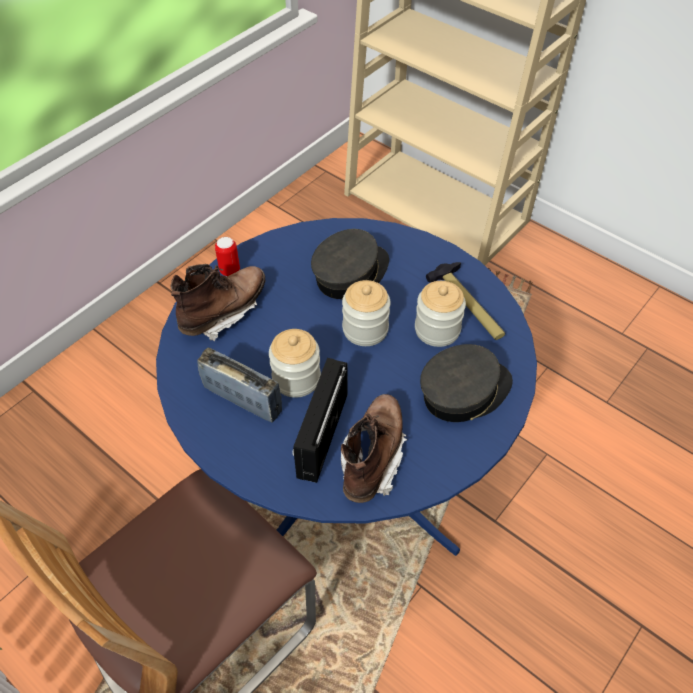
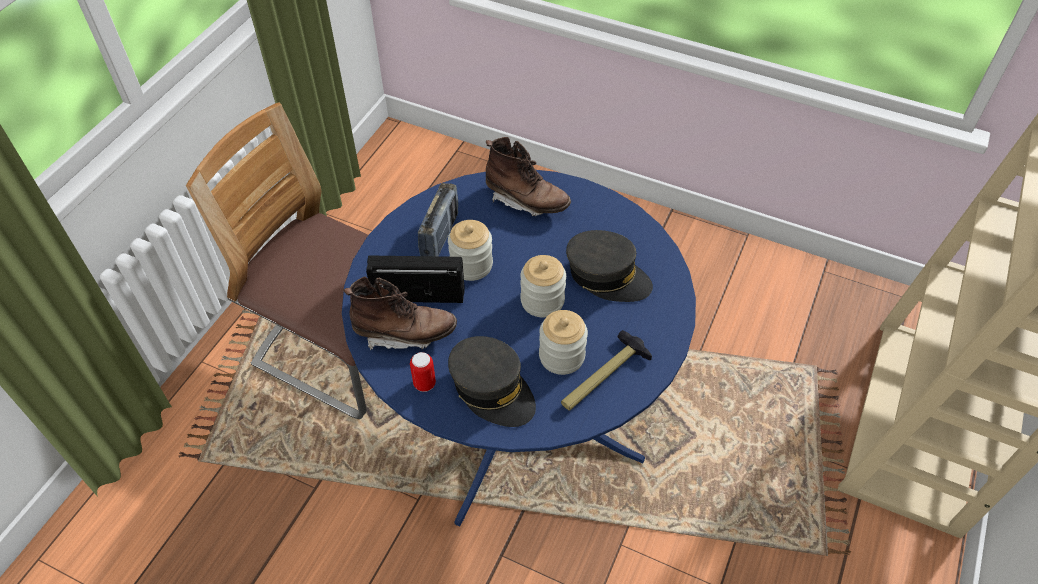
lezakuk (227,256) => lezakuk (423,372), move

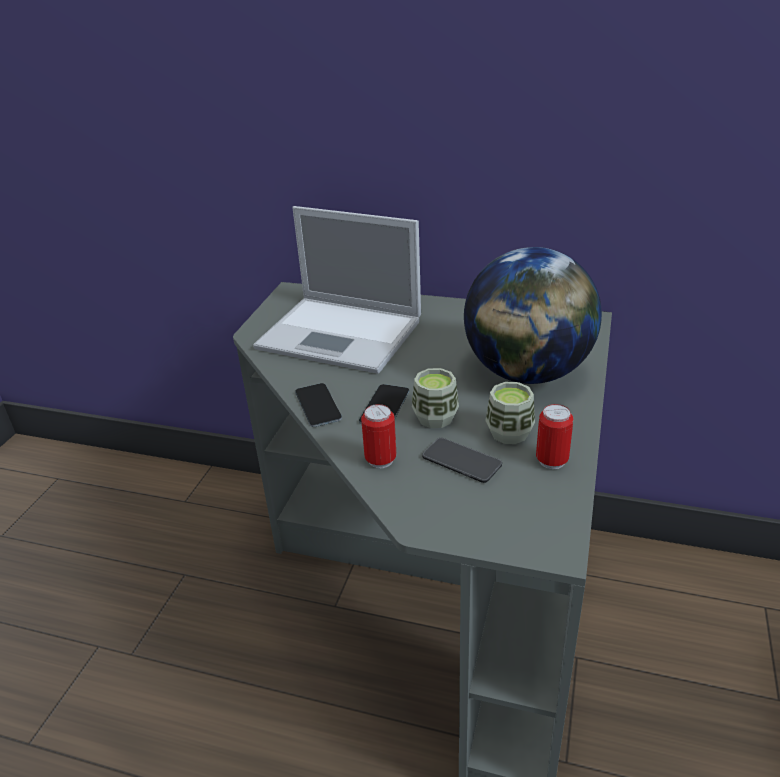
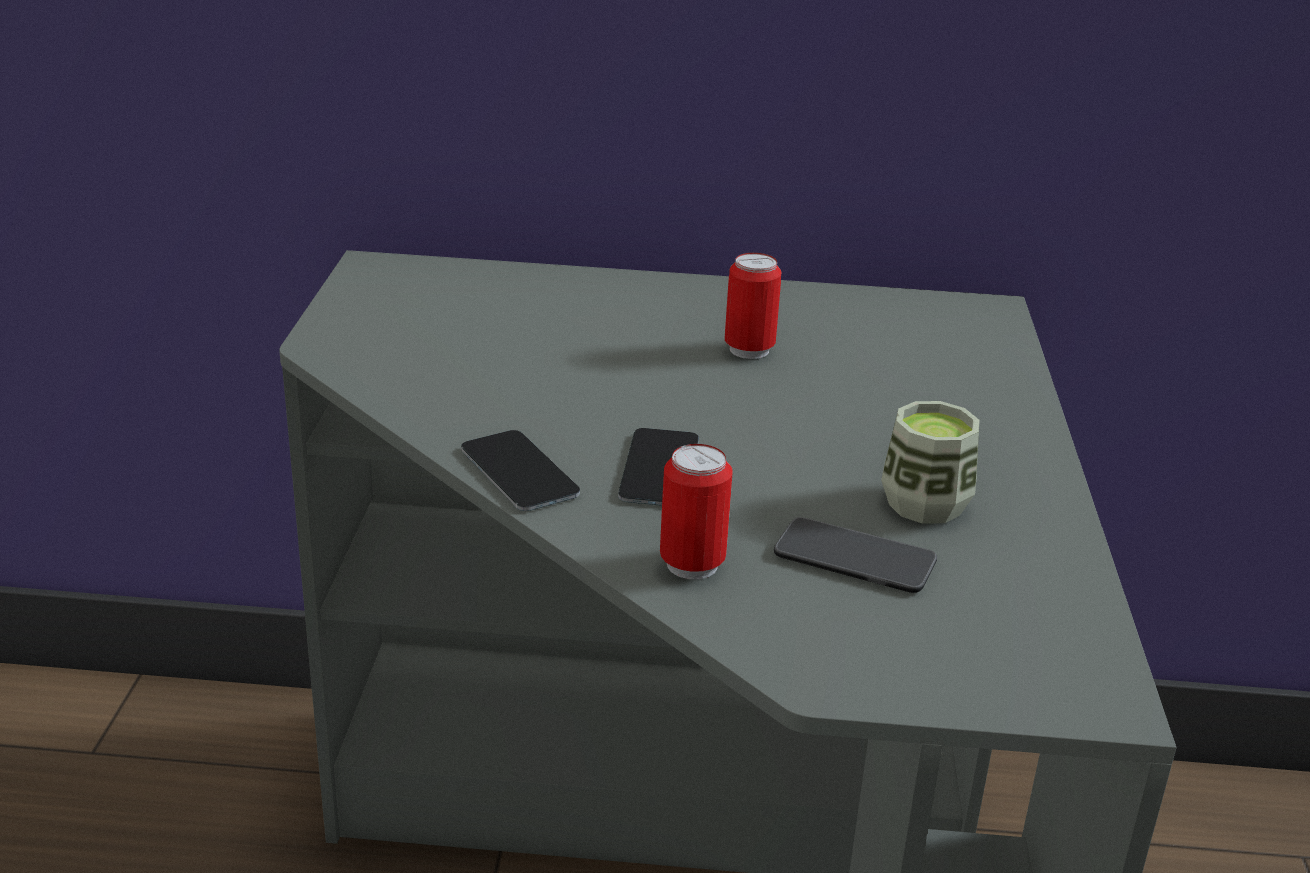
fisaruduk (337,290) => nothing
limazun (435,398) => nothing
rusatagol (533,315) => nothing
lezakuk (554,436) => lezakuk (753,306), move

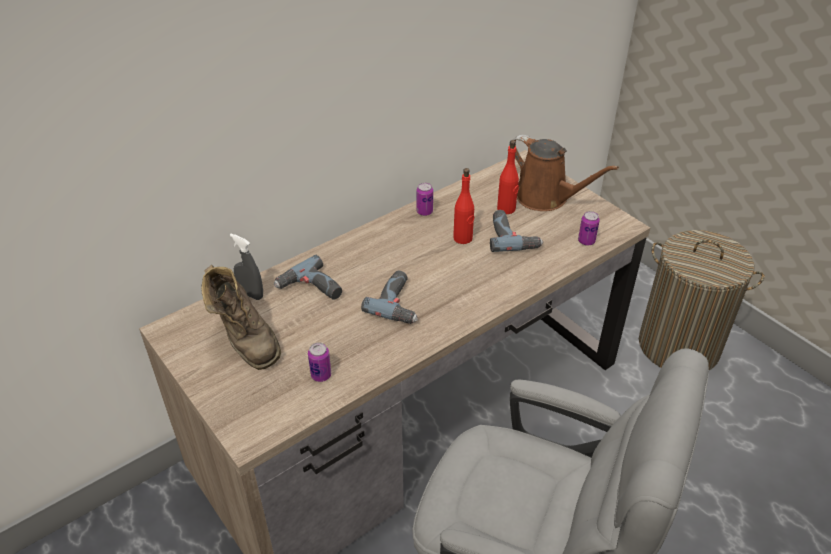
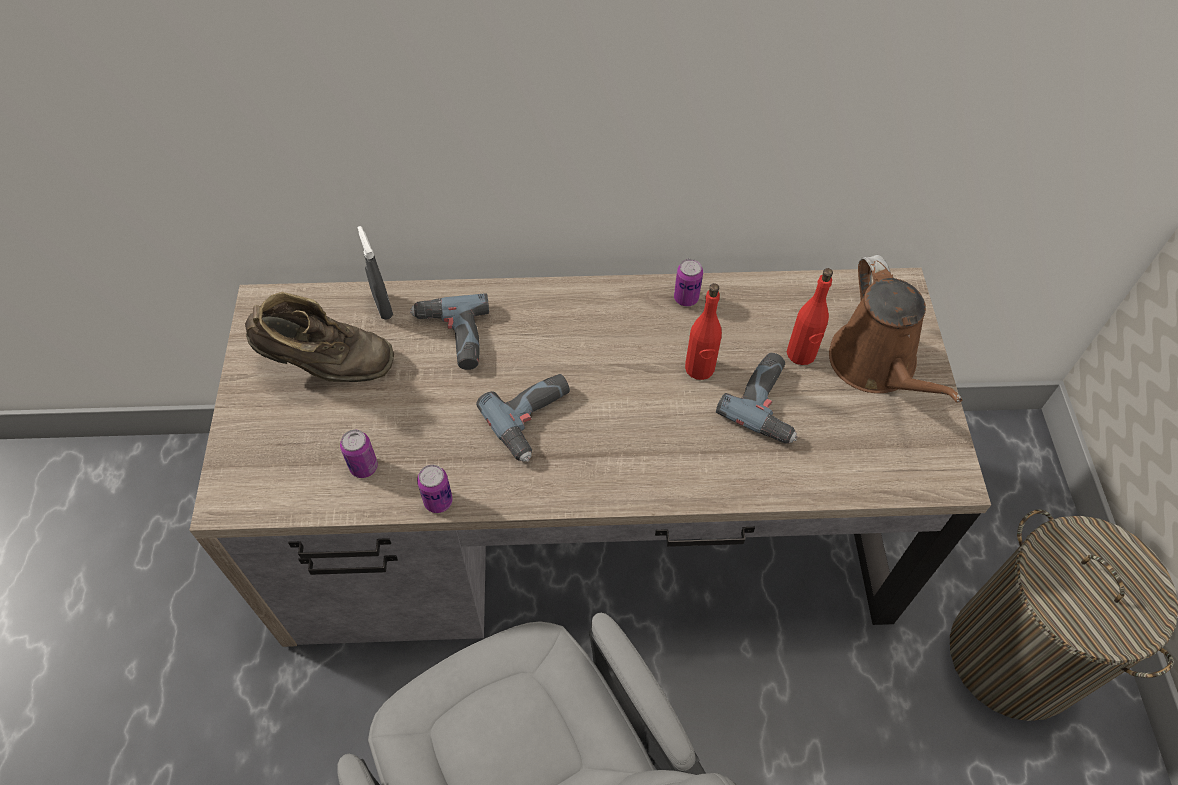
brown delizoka (241,317) => brown delizoka (319,337), 90 degrees counterclockwise
lezakuk (589,228) => lezakuk (435,489), move

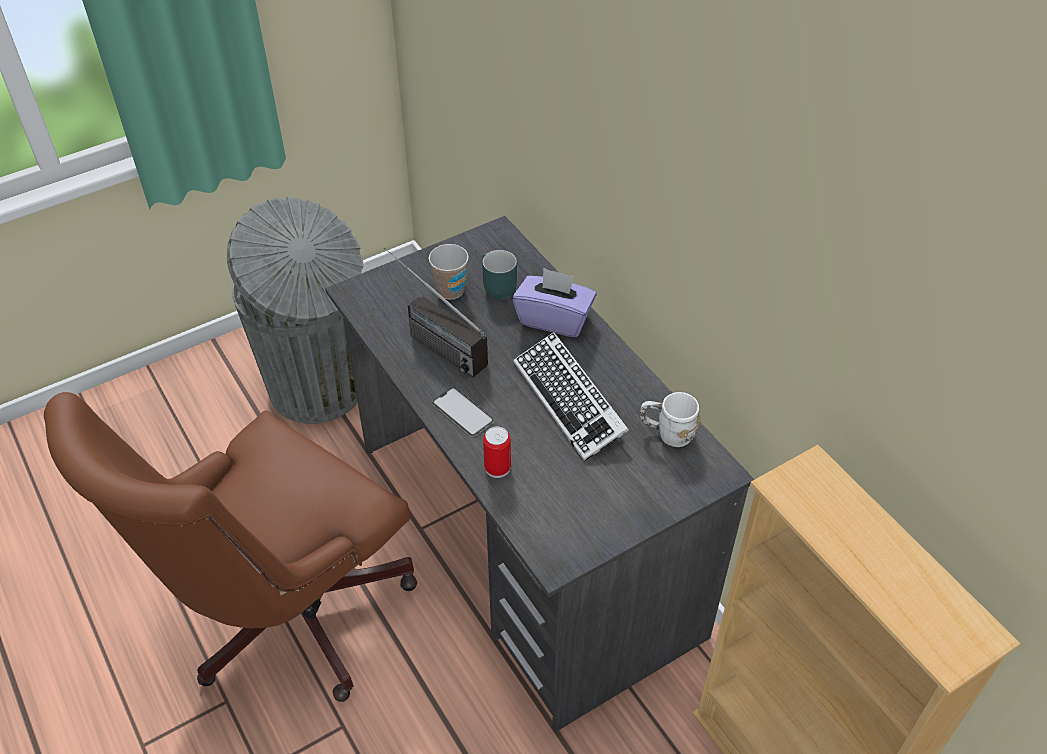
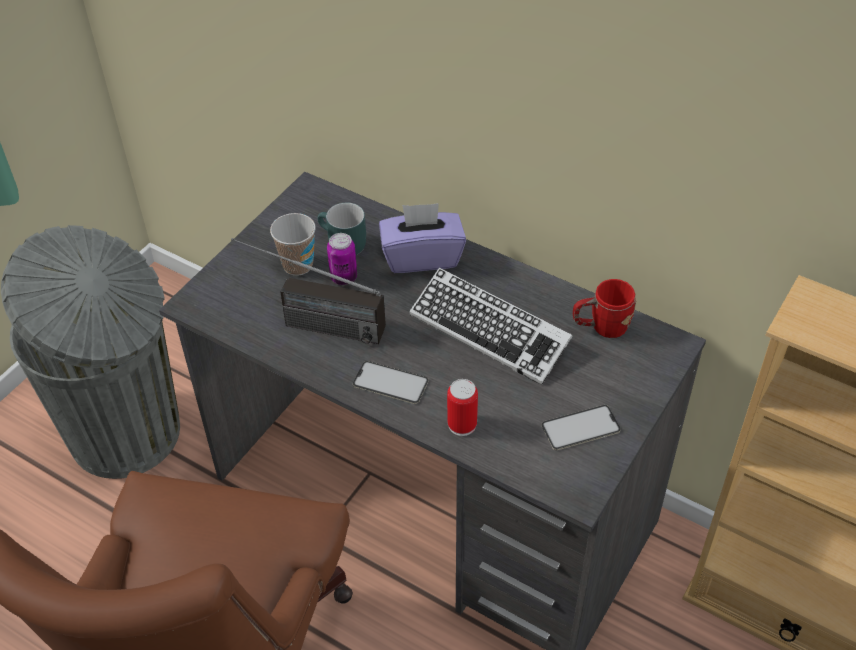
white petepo (670,419) => red petepo (604,308)
nothing => lezakuk (342,259)
nothing => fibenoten (581,427)

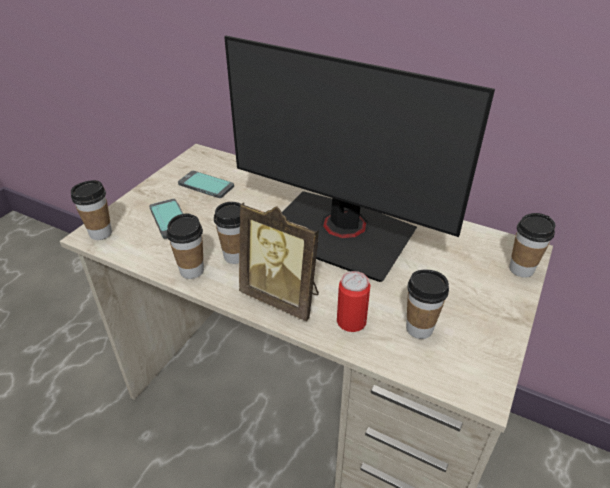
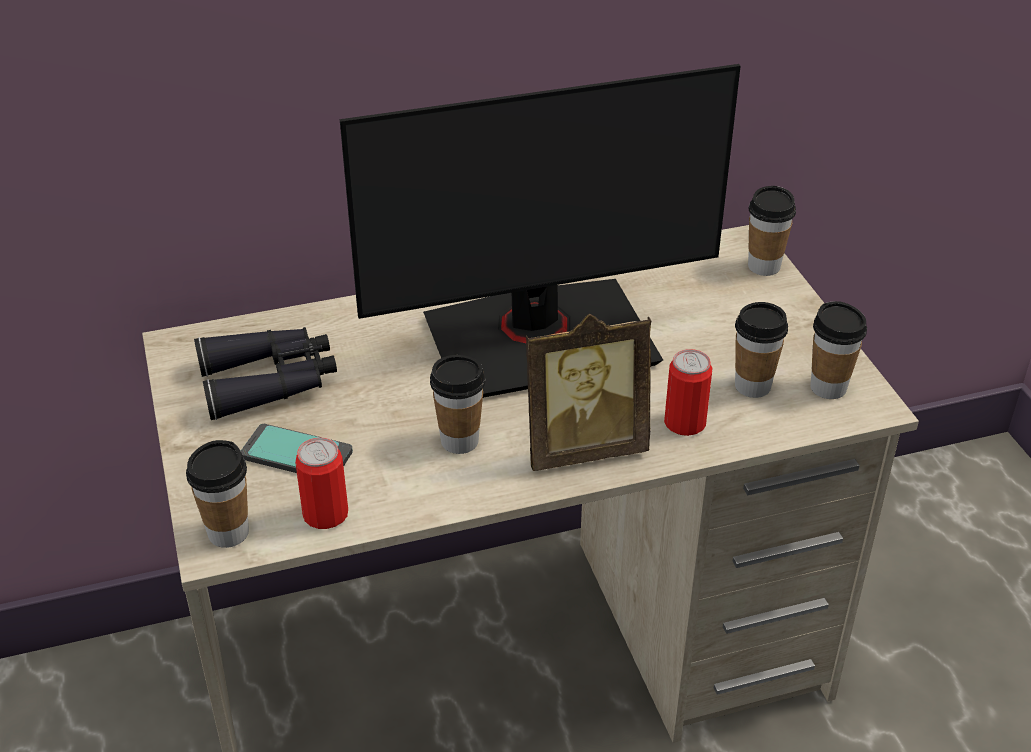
limazun (185,246) => limazun (838,350), move
fibenoten (206,184) => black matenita (265,373)
nothing => lezakuk (321,483)

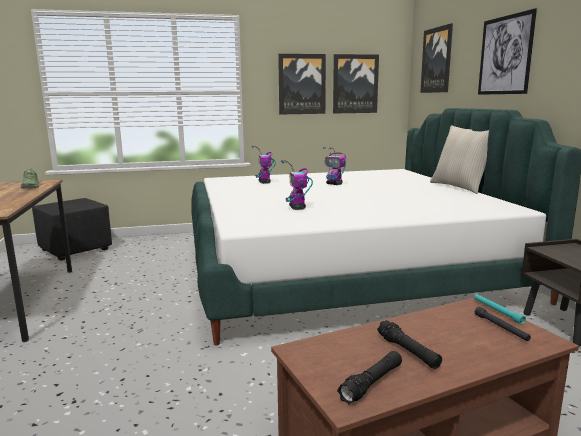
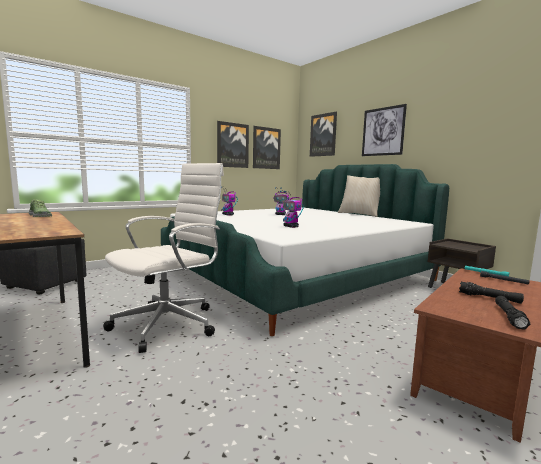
nothing => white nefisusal (163,258)

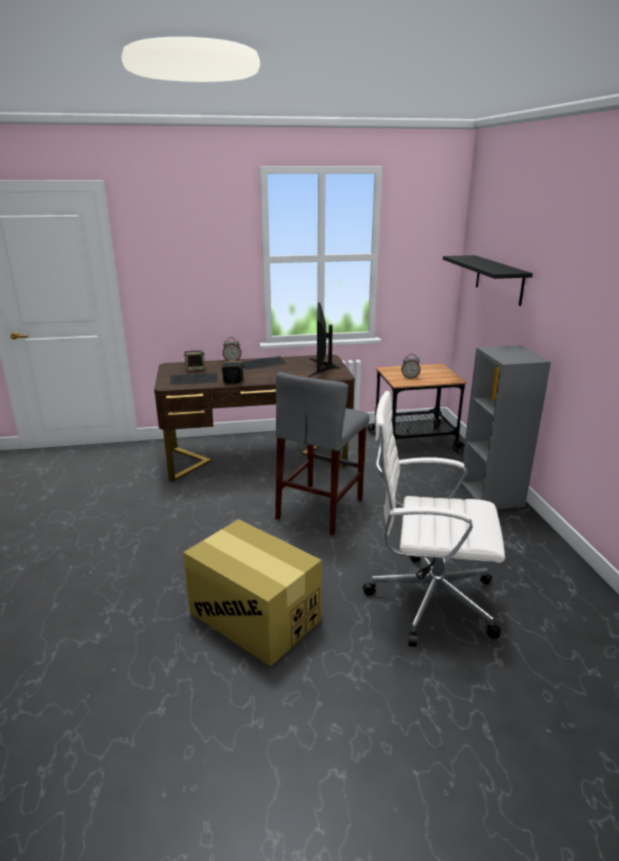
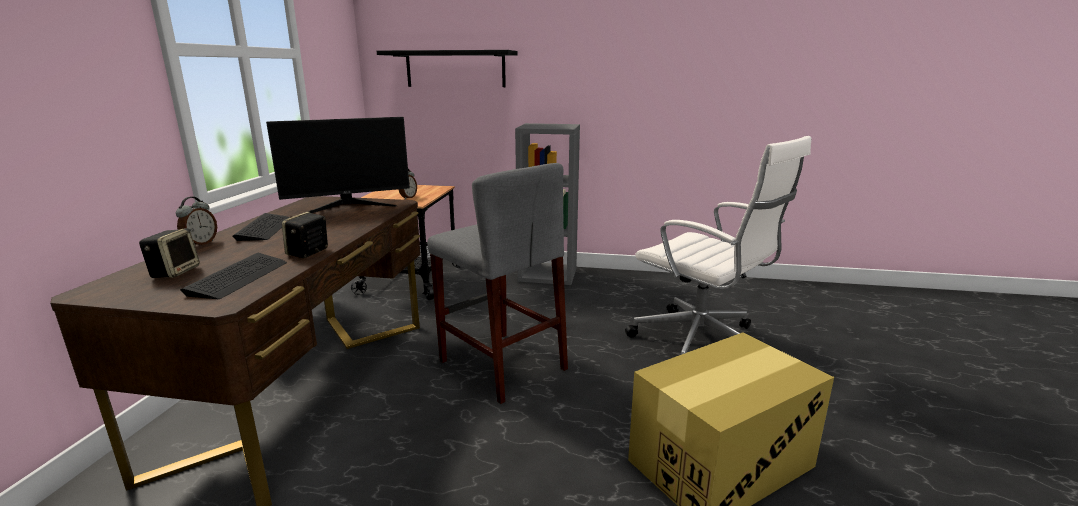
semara (324,339) => semara (338,165), 45 degrees counterclockwise
white nefisusal (434,519) => white nefisusal (718,245), 75 degrees counterclockwise

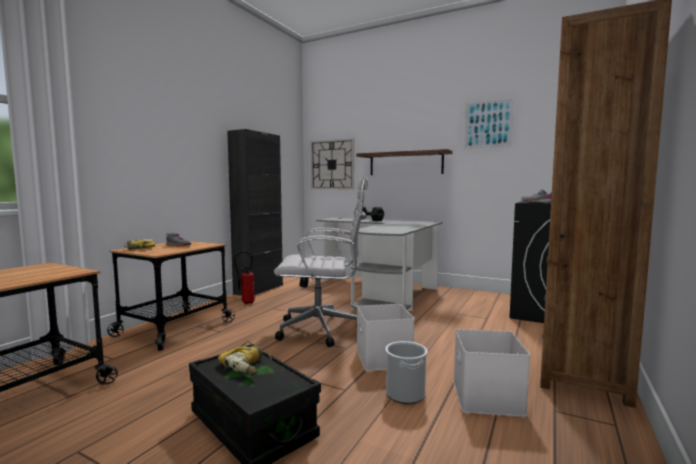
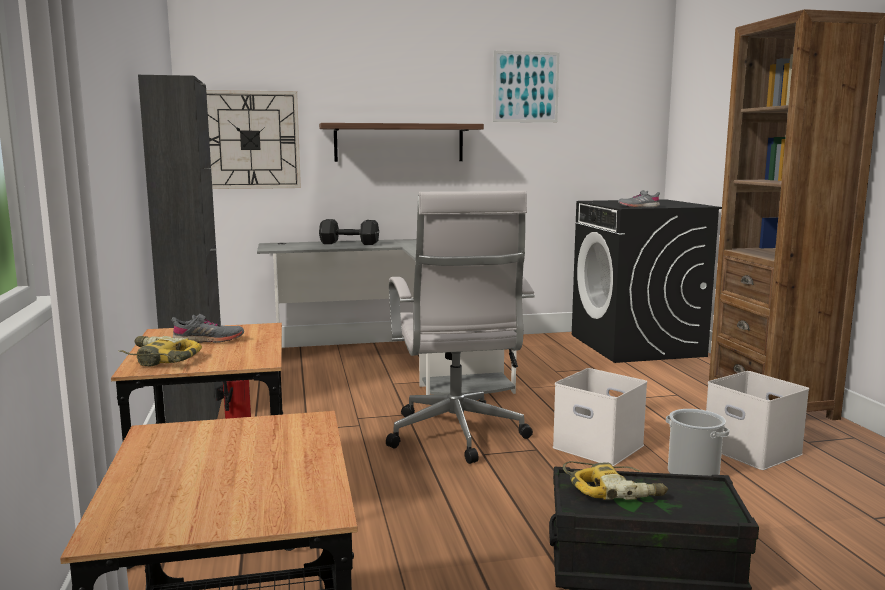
white nefisusal (321,262) => white nefisusal (460,327), 120 degrees clockwise

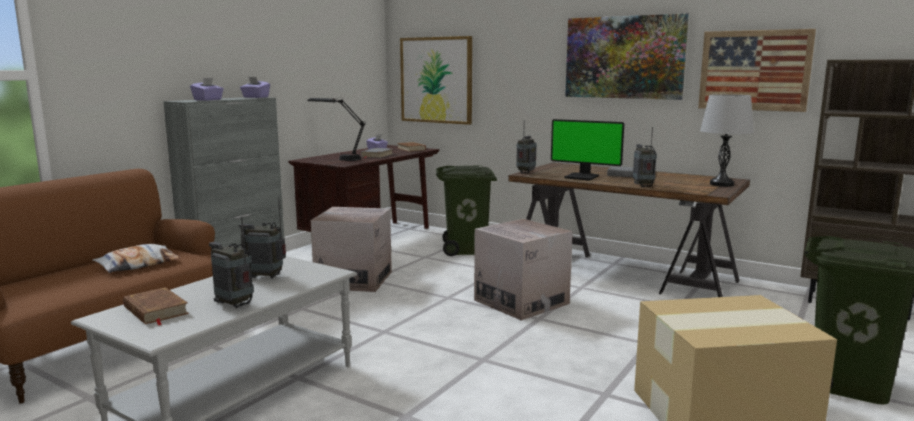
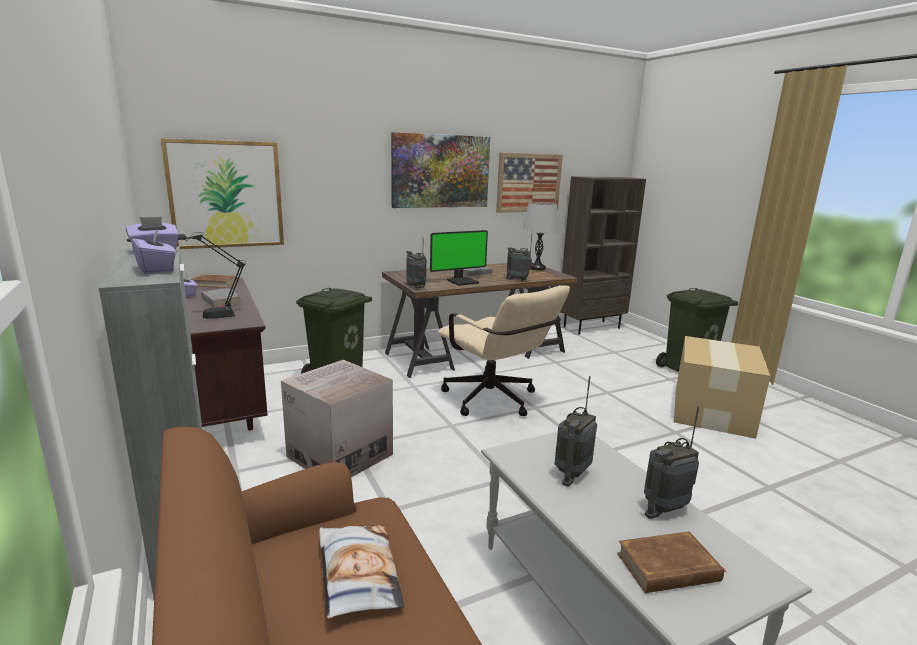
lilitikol (523,270) => beige nefisusal (504,350)

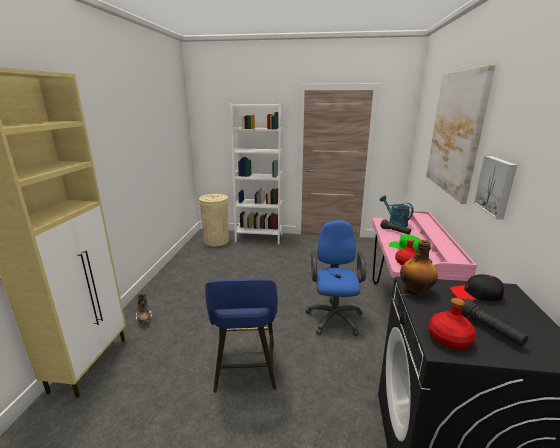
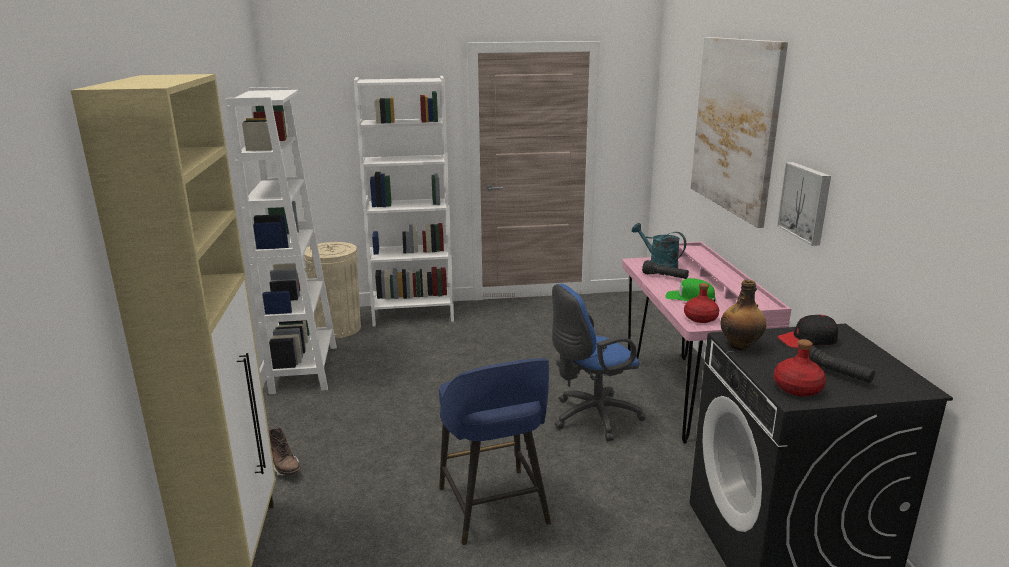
blue nefisusal (335,278) => blue nefisusal (599,362), 105 degrees counterclockwise
nothing => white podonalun (281,240)

